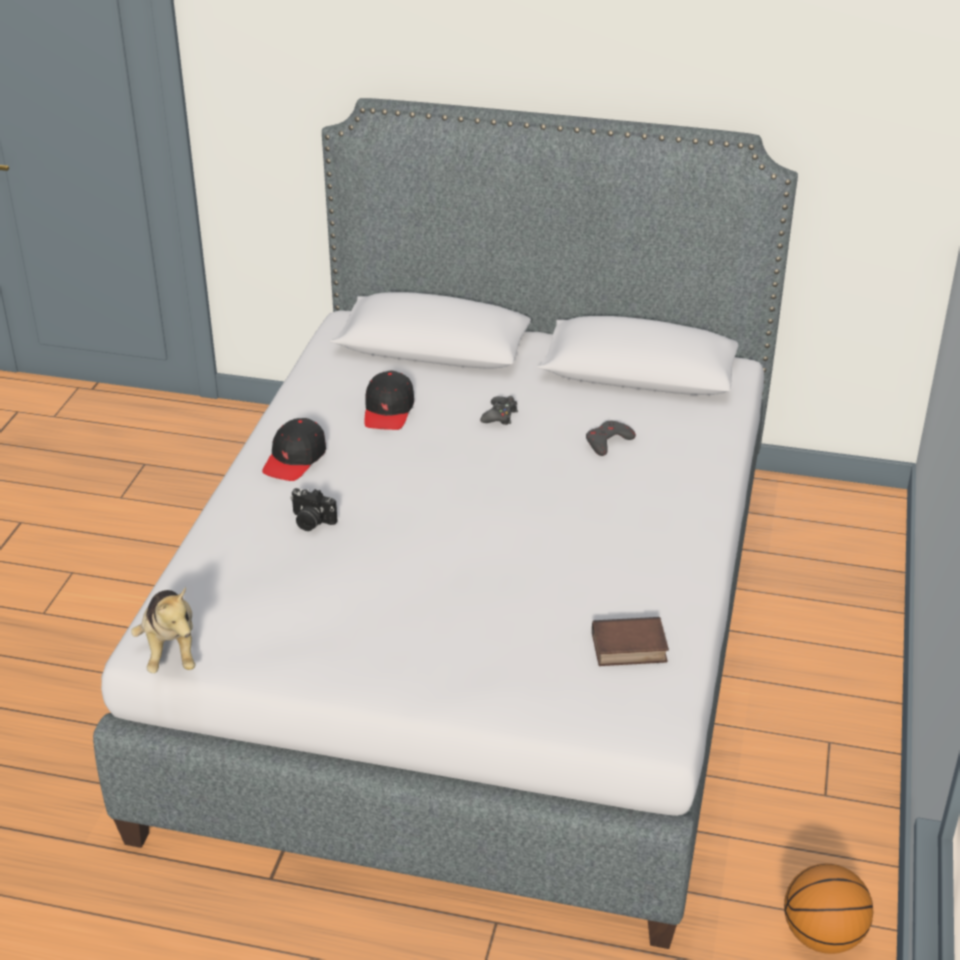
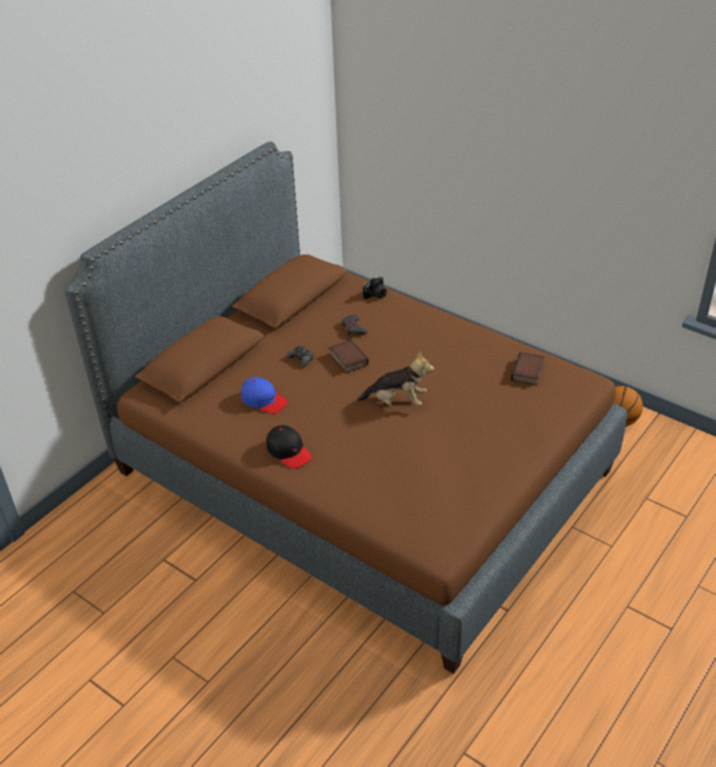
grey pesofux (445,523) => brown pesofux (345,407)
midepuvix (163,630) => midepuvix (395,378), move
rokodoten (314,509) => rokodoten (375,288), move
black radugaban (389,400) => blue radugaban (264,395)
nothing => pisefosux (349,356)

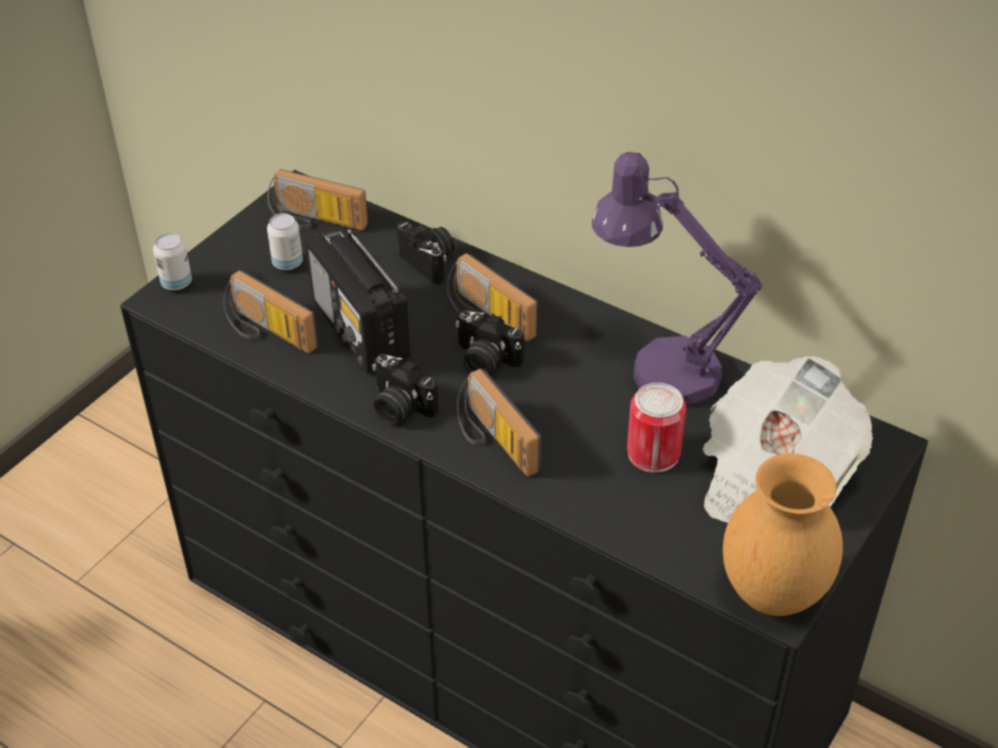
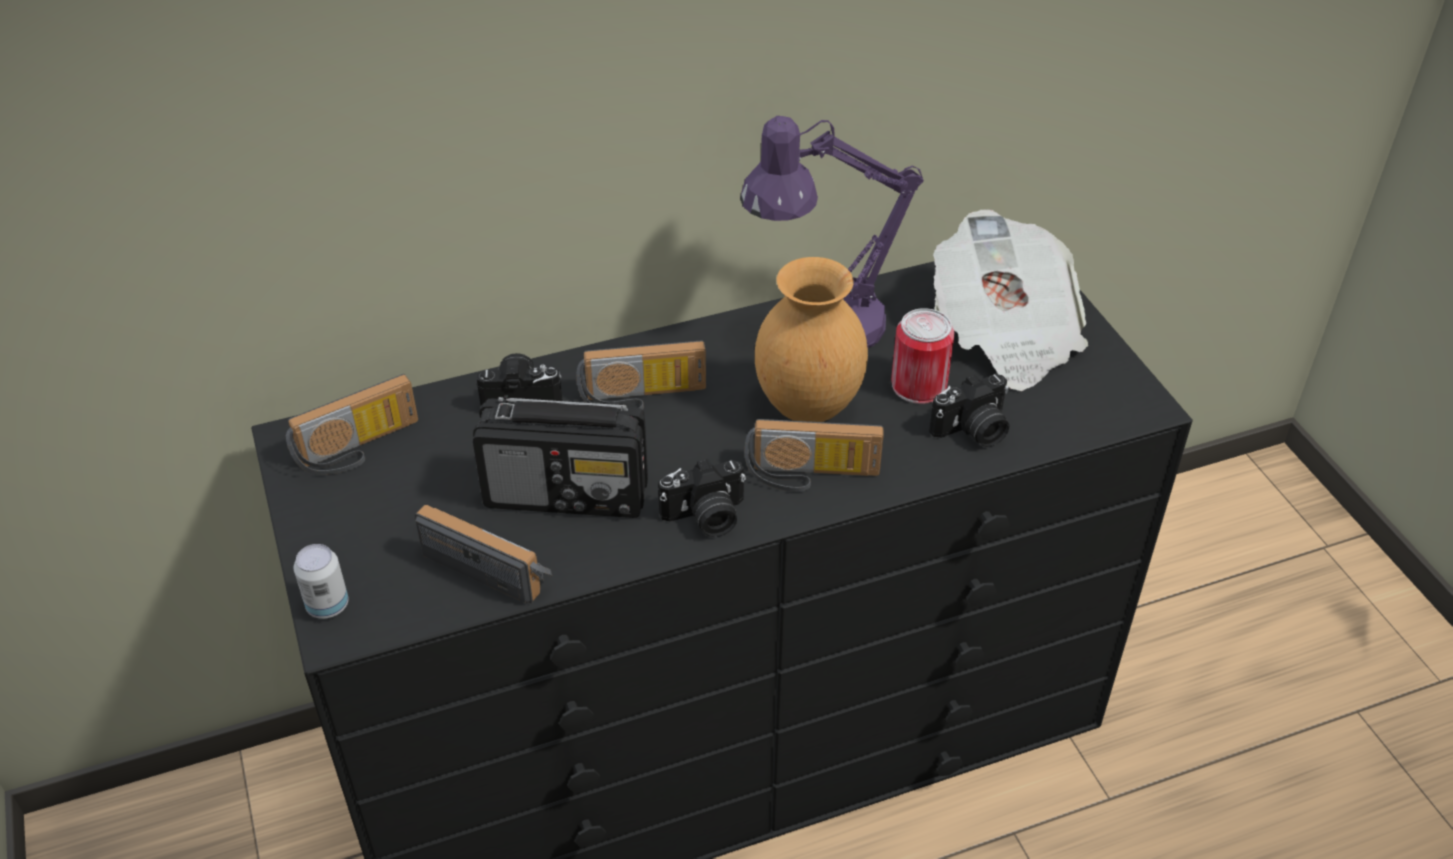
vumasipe (270,311) => vumasipe (483,554), 135 degrees counterclockwise
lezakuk (285,241) => nothing
rokodoten (489,342) => rokodoten (969,410), move
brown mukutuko (783,534) => brown mukutuko (811,339), move

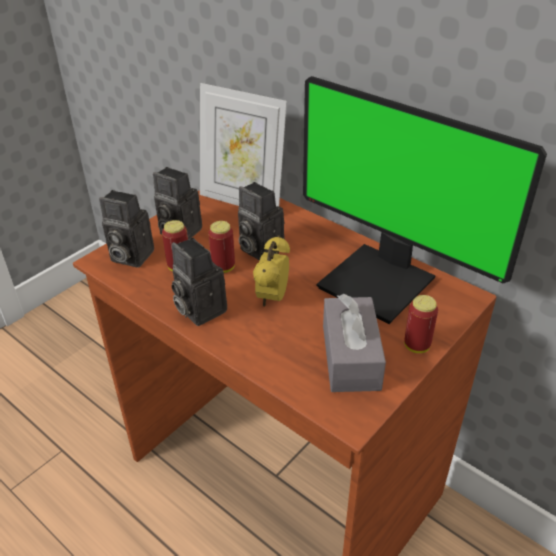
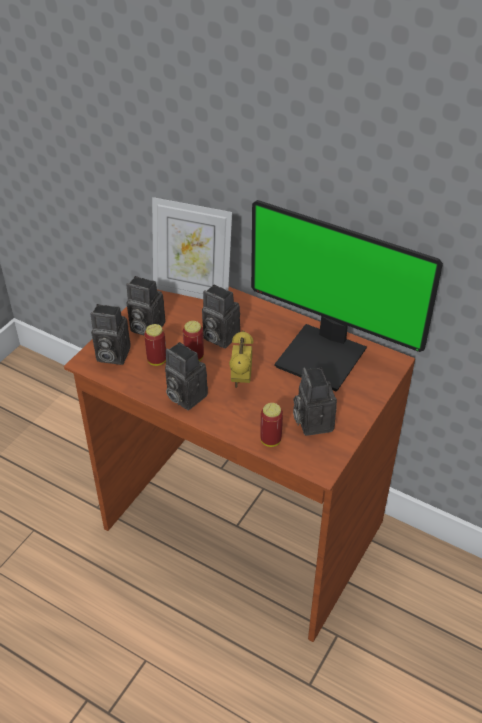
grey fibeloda (354,343) => rokodoten (315,401)
lezakuk (421,324) => lezakuk (271,425), move

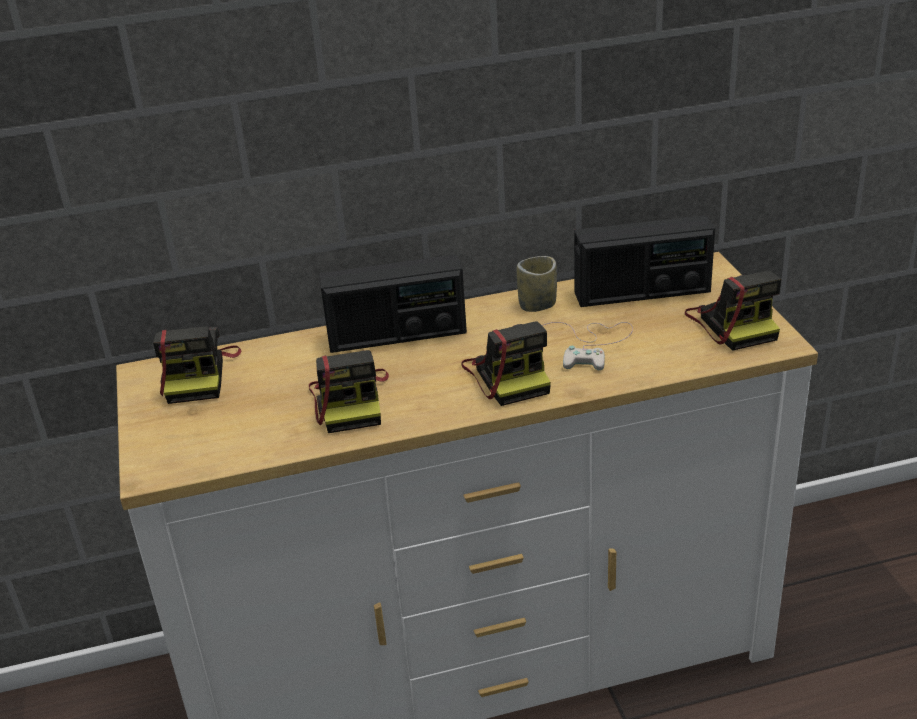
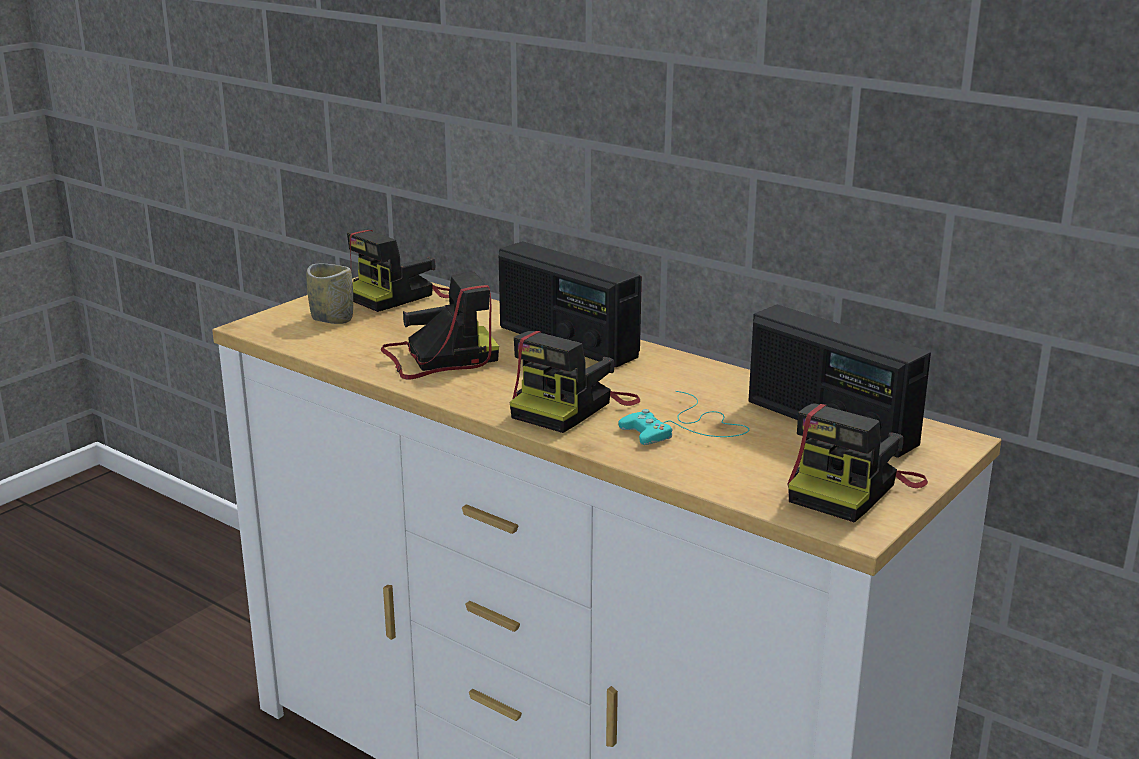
rokodoten (349,391) => rokodoten (440,326), 150 degrees counterclockwise
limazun (537,284) => limazun (330,294), move
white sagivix (587,346) => turquoise sagivix (683,418)

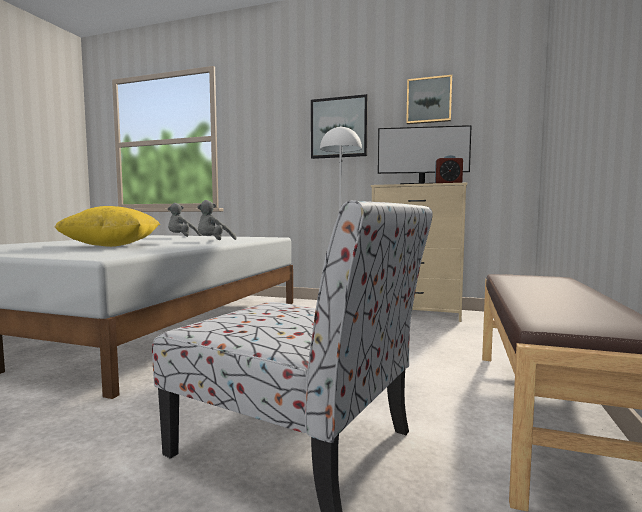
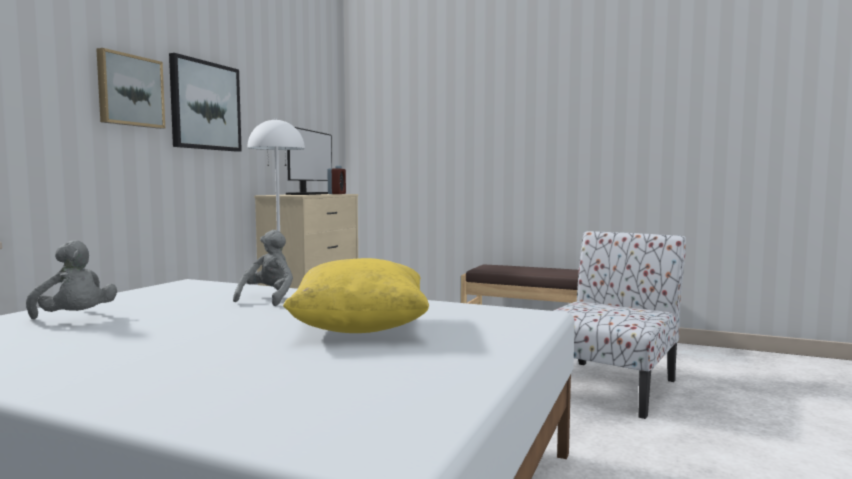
grey midepuvix (217,220) => grey midepuvix (263,268), 120 degrees counterclockwise
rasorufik (429,99) => rasorufik (130,88), move

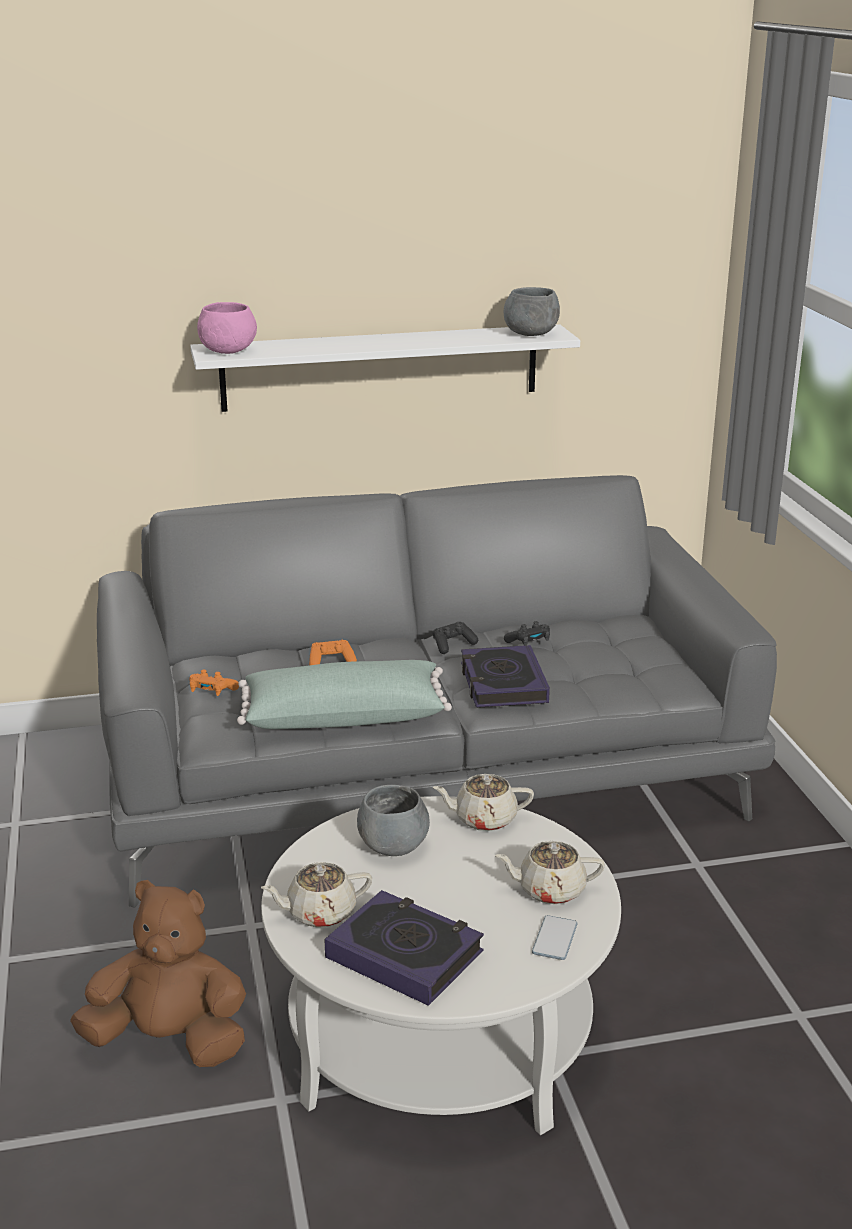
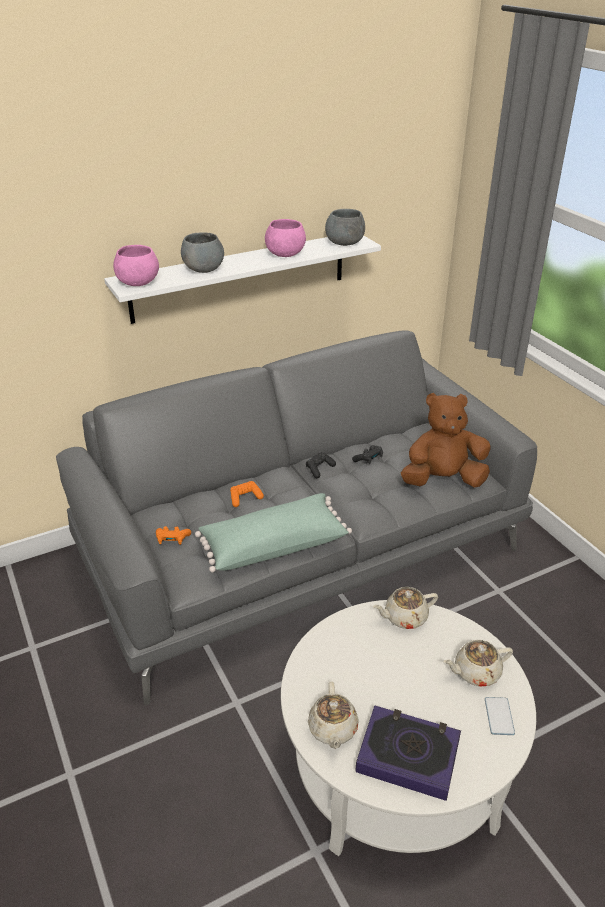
brown midepuvix (158,973) => brown midepuvix (445,440), move
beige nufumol (316,895) => beige nufumol (333,715), 60 degrees counterclockwise
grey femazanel (393,820) => grey femazanel (202,252), move
pisefosux (505,676) => nothing
nothing => pink femazanel (285,238)

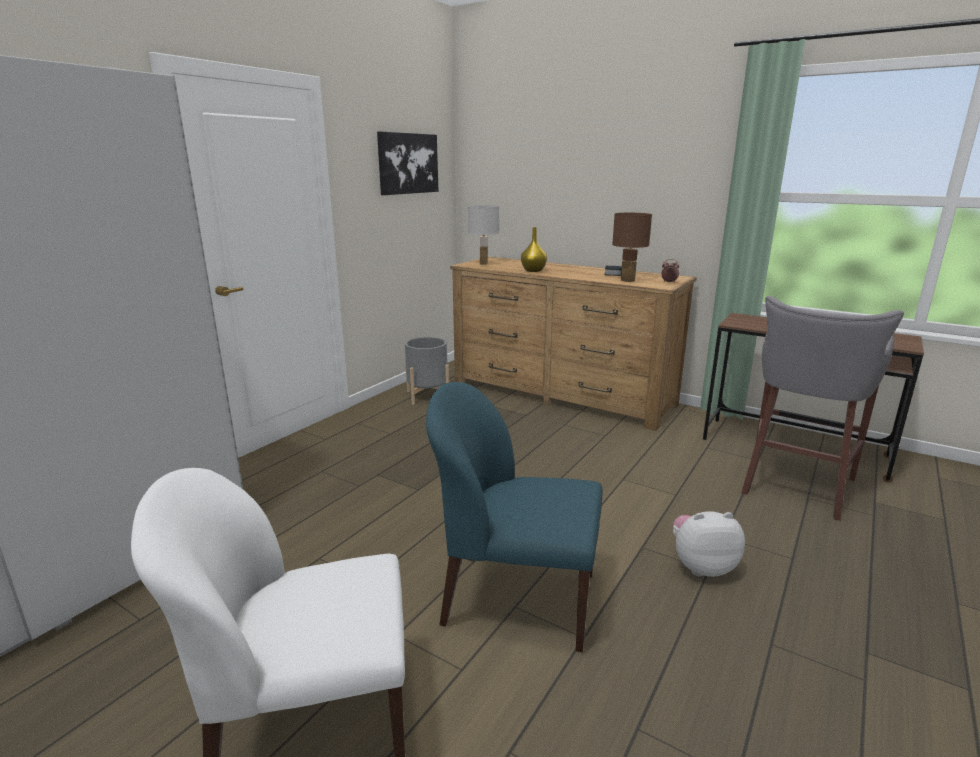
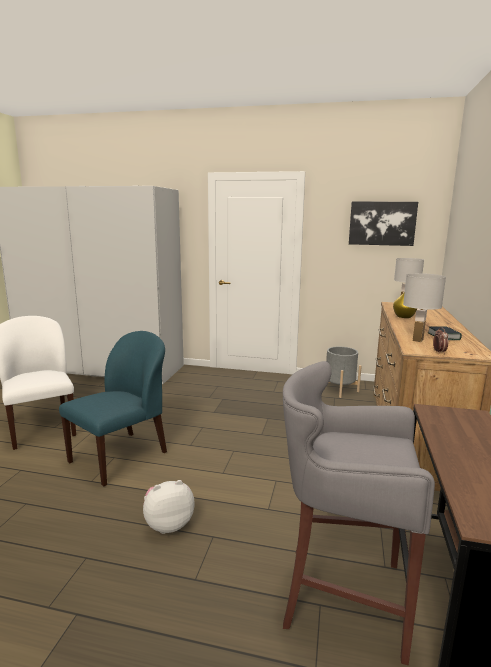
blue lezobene (514,517) => blue lezobene (113,408), 45 degrees clockwise
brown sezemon (632,247) => white sezemon (424,307)
midepuvix (709,544) => midepuvix (169,507), 90 degrees counterclockwise

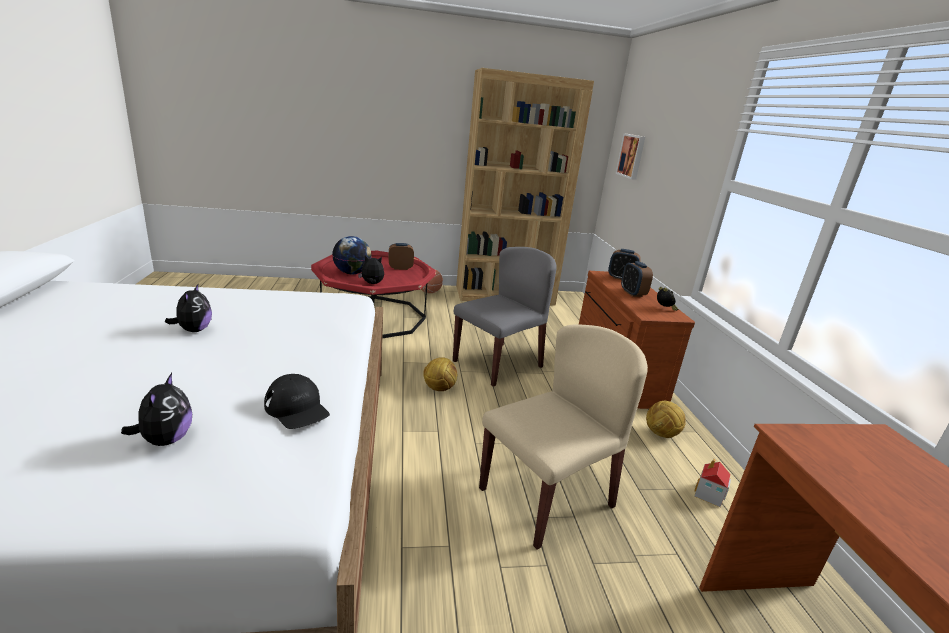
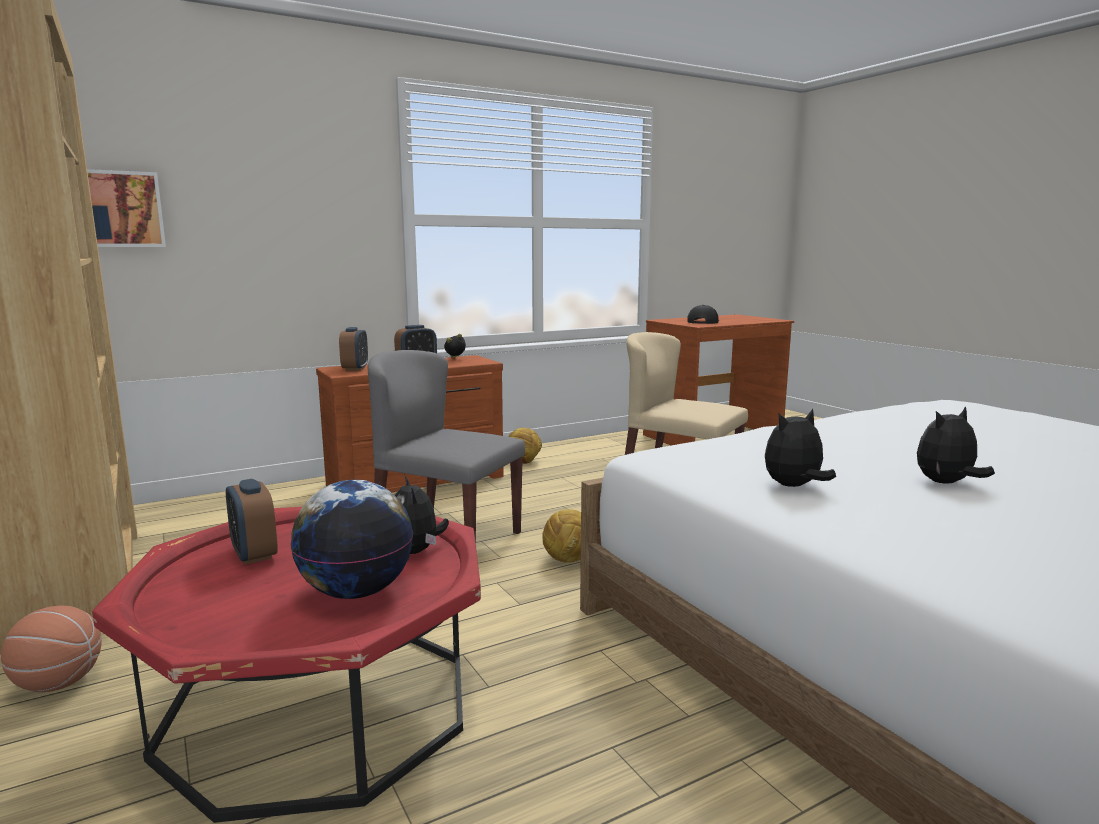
midepuvix (156,409) => midepuvix (800,448), move
black radugaban (297,401) => black radugaban (703,314), move
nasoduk (712,483) => nothing

